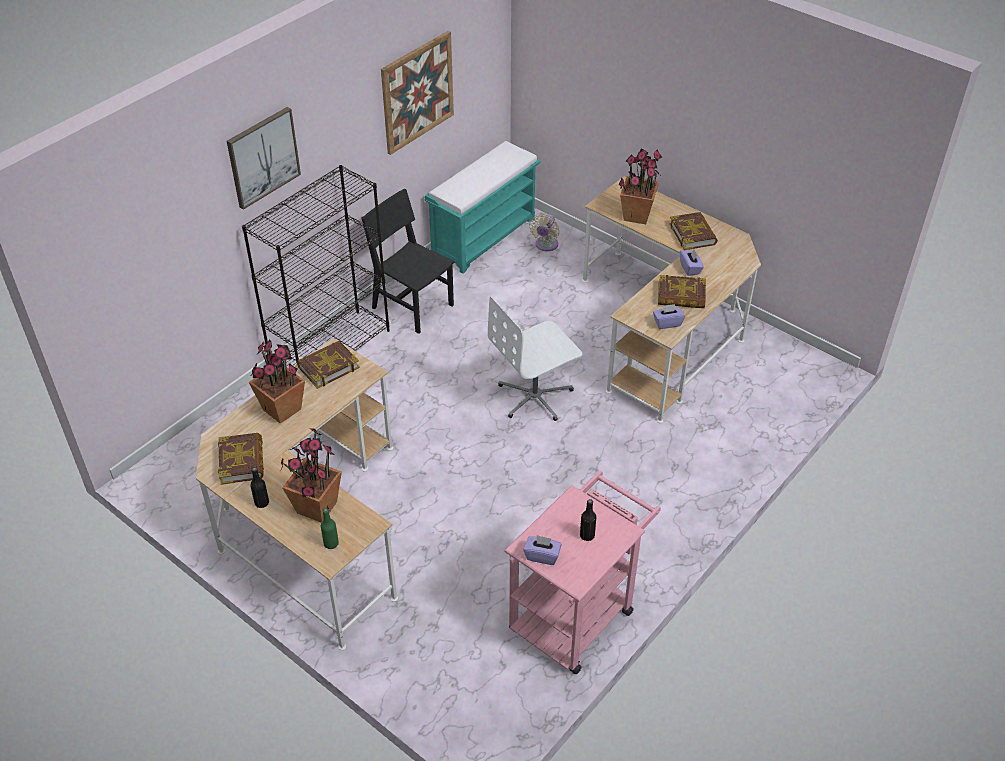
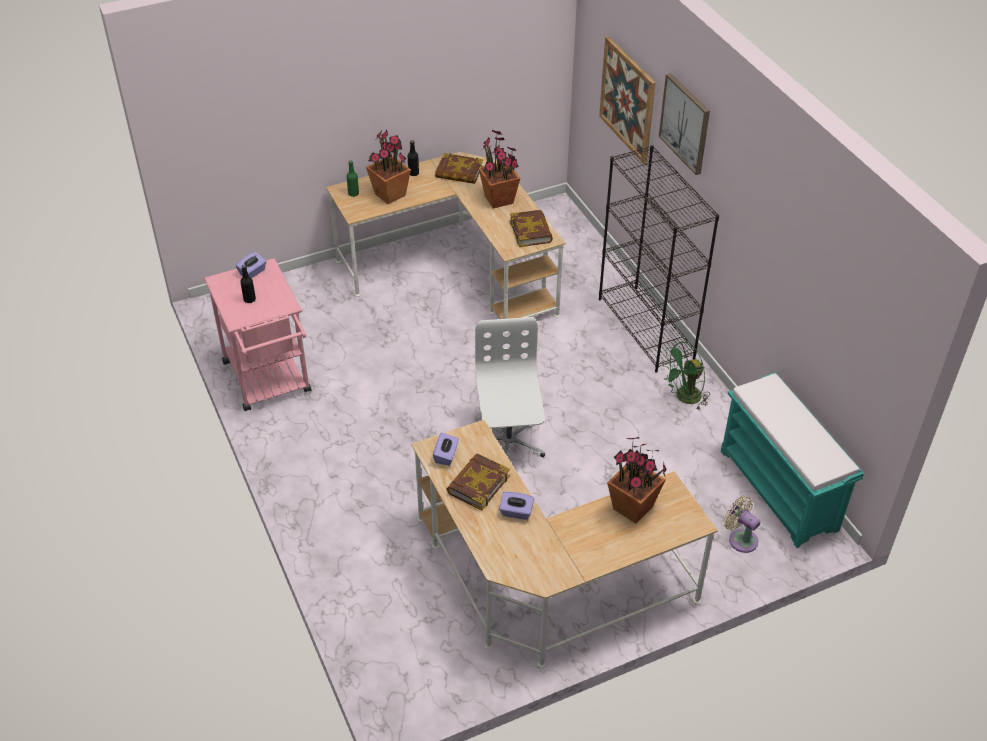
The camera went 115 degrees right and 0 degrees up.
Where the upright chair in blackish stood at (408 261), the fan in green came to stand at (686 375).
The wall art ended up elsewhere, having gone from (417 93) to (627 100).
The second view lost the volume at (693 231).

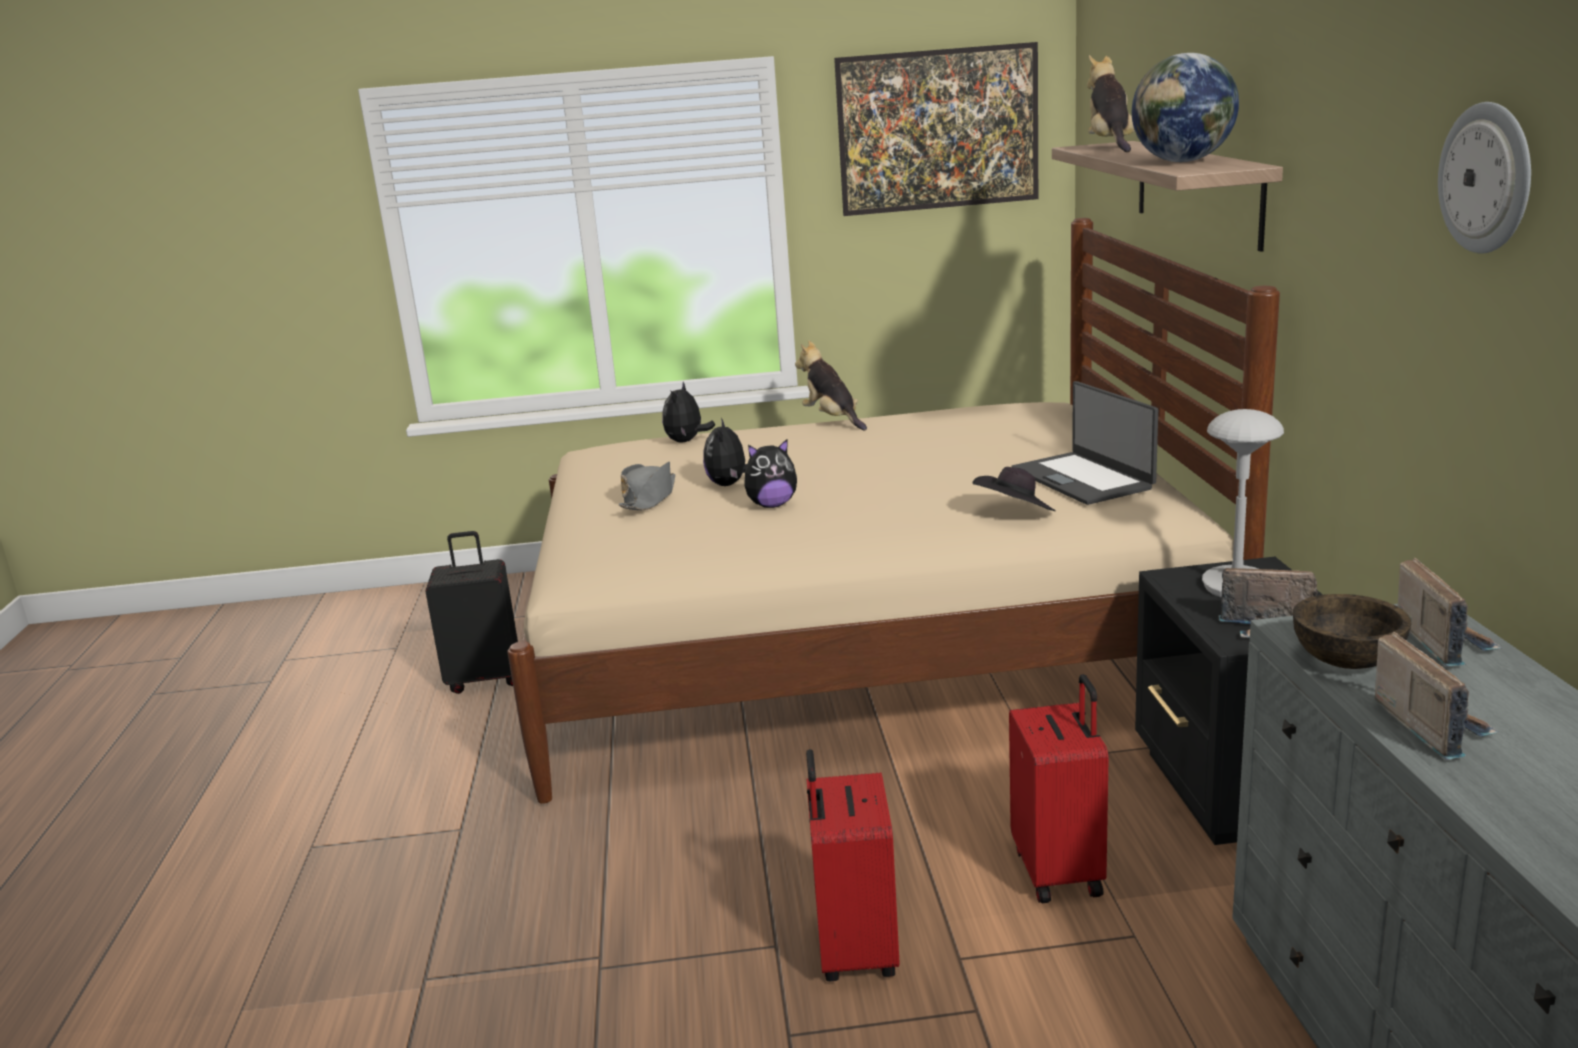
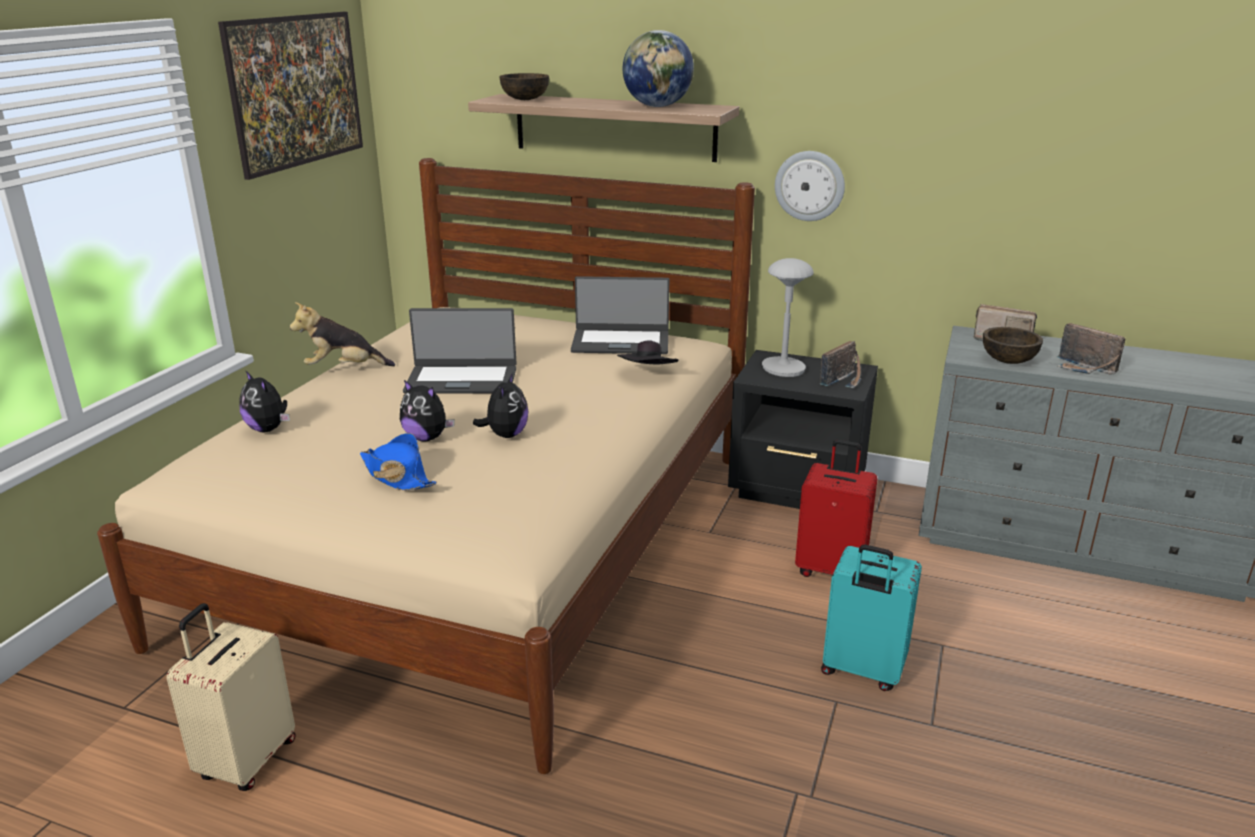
The camera went 65 degrees left and 5 degrees up.
What was the piece of luggage in blackish at (471 612) turned into the piece of luggage in sand-coloured at (231 697).
What was the hat in gray at (647 486) turned into the hat in blue at (398 462).
What was the piece of luggage in reddish at (853 865) turned into the piece of luggage in blue-green at (871 617).
Where the soft toy stood at (1111 103), the bowl in brownish came to stand at (524 86).
The radio receiver at (1436 696) ended up facing another way, 150 degrees counterclockwise from before.
The wall clock ended up elsewhere, having gone from (1484 178) to (810 186).
The second view gained the laptop at (460 351).

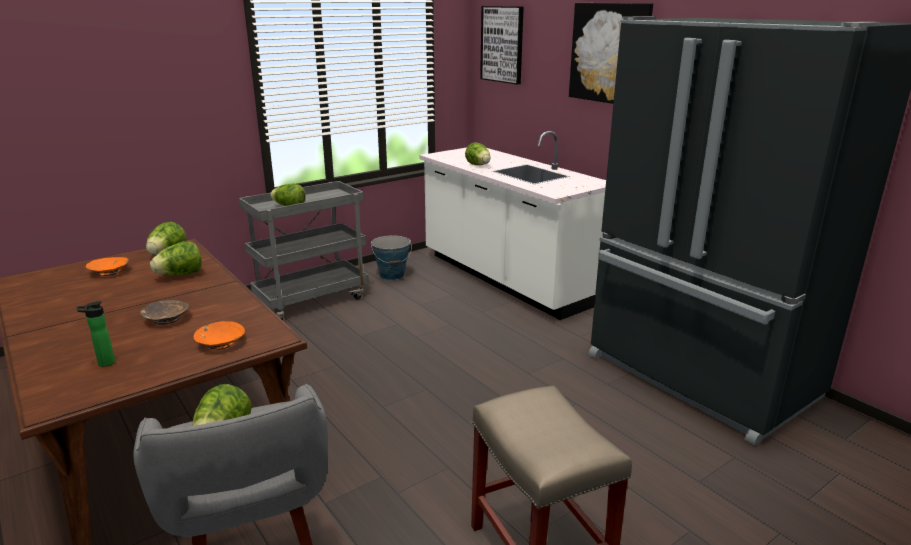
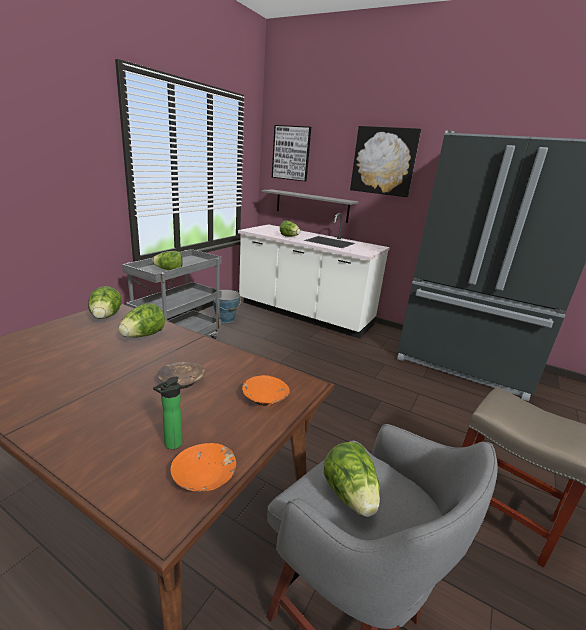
The camera went 25 degrees left and 0 degrees up.
The bowl in orange-coloured ended up elsewhere, having gone from (107 266) to (203 467).
The second view gained the shelf in gray at (310 206).

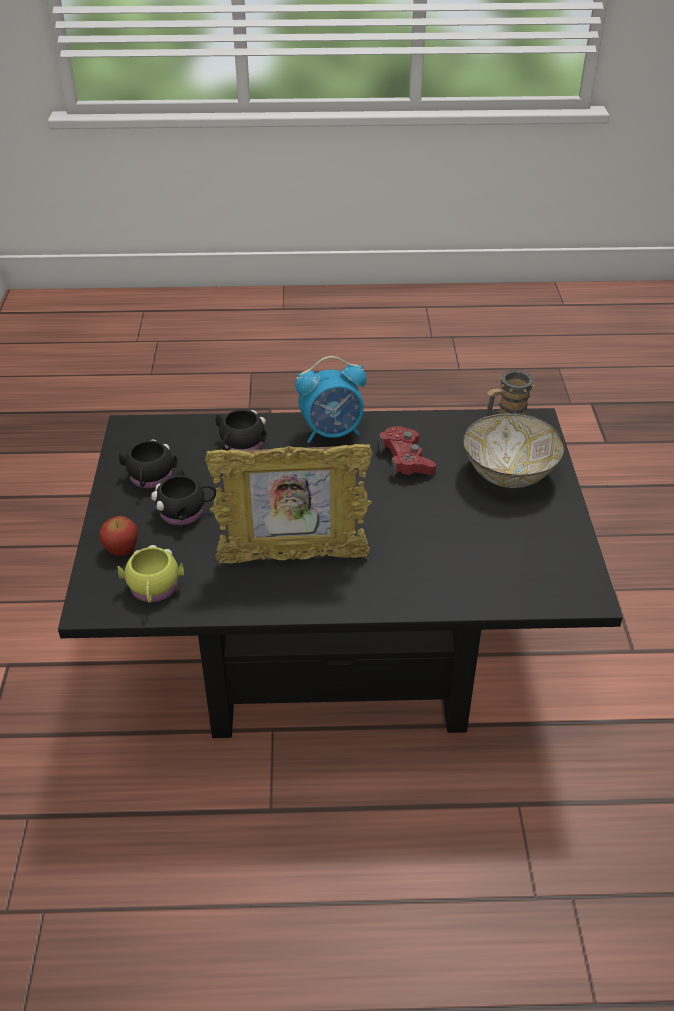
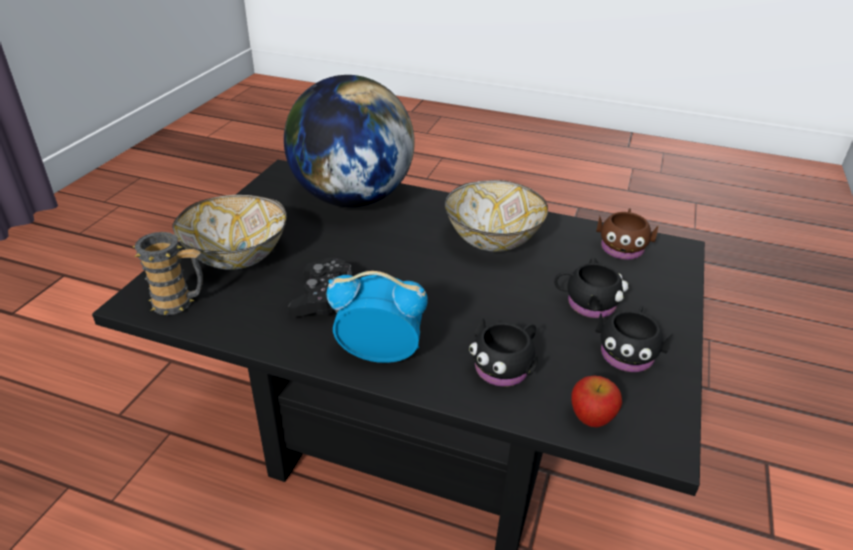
The camera went 160 degrees left and 5 degrees down.
The whole apple ended up elsewhere, having gone from (118 536) to (596 402).
What was the coffee mug in yellowish at (151 574) turned into the coffee mug in brownish at (627 234).
Where the photo frame stood at (288 504), the bowl came to stand at (496 216).
What was the joypad in reddish at (407 451) turned into the joypad in blackish at (320 287).
The second view gained the desk globe at (349 141).

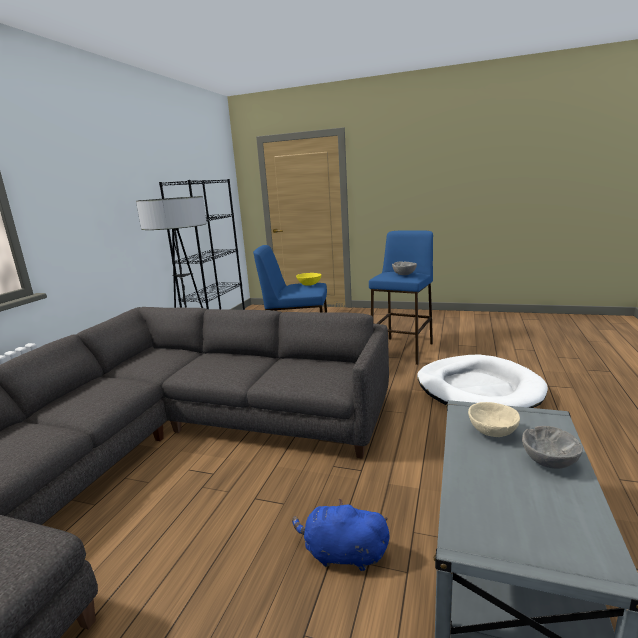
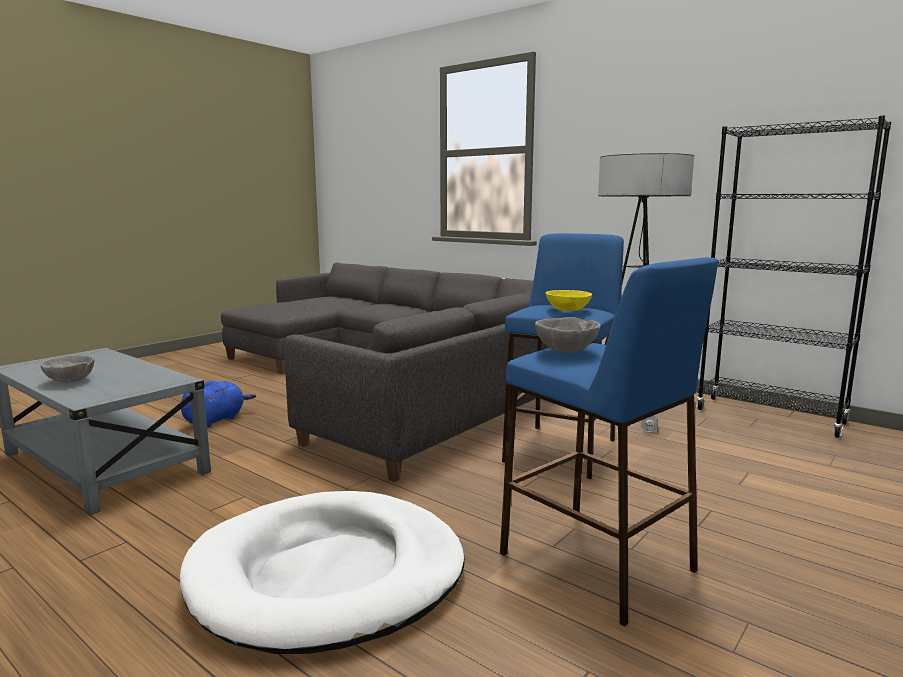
The camera went 110 degrees right and 5 degrees down.
The second view lost the bowl in sand-coloured at (494 419).

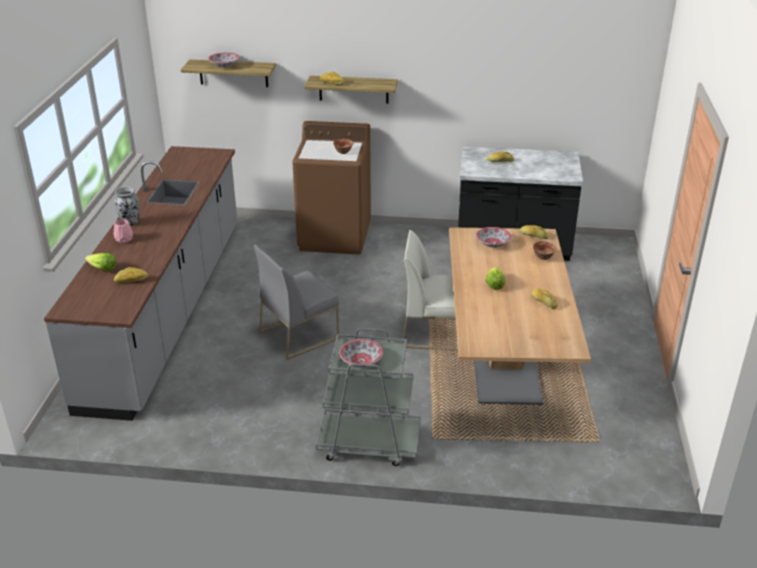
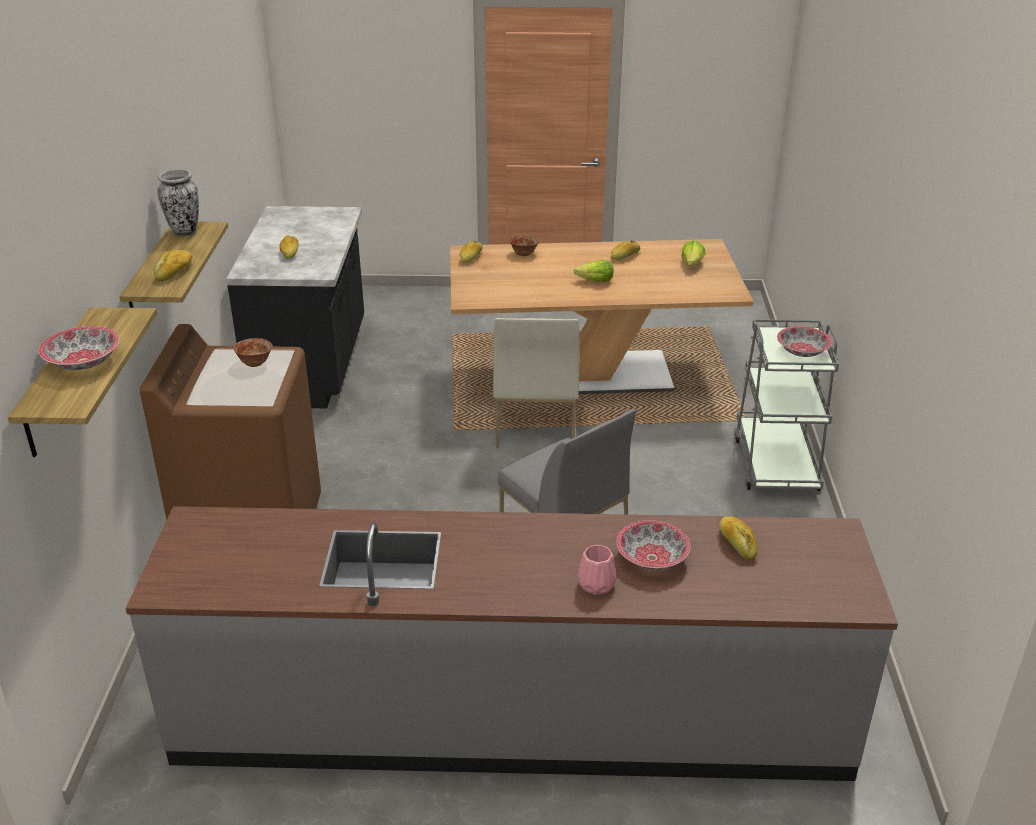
The camera went 95 degrees left and 0 degrees up.
The lettuce head ended up elsewhere, having gone from (100 262) to (693 253).
The flower vase ended up elsewhere, having gone from (126 206) to (178 202).
The bowl ended up elsewhere, having gone from (493 237) to (653 545).

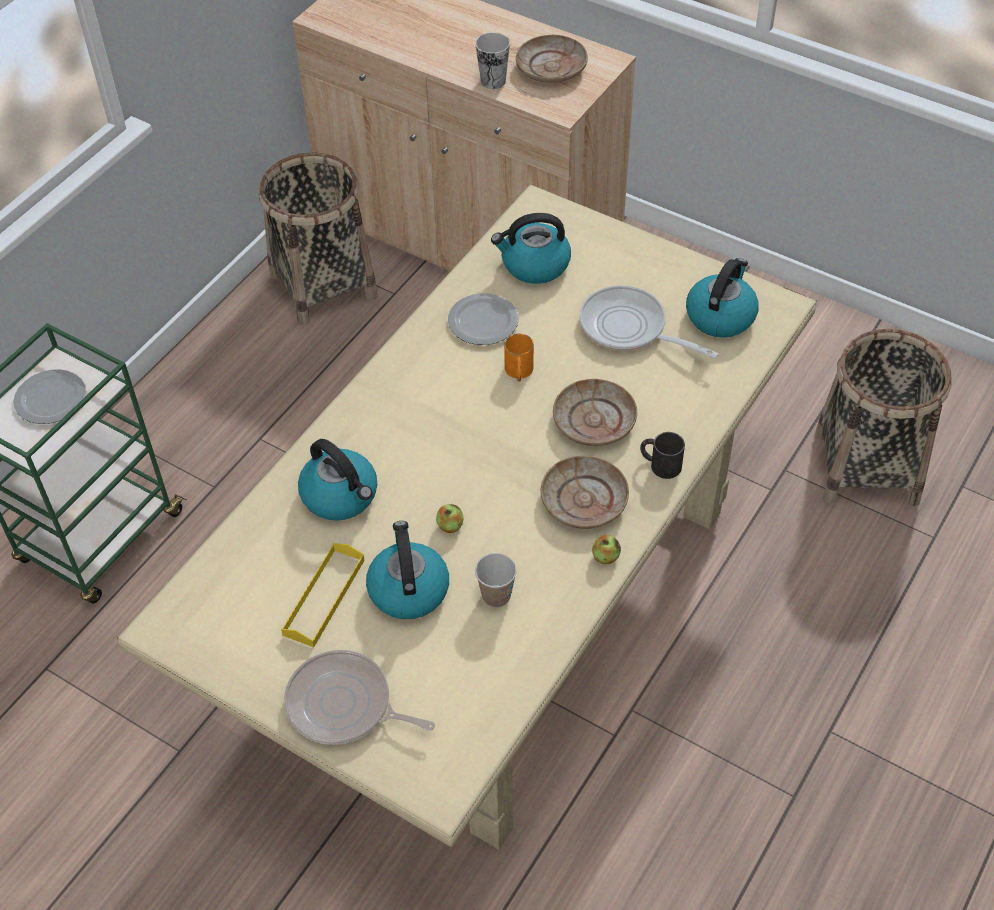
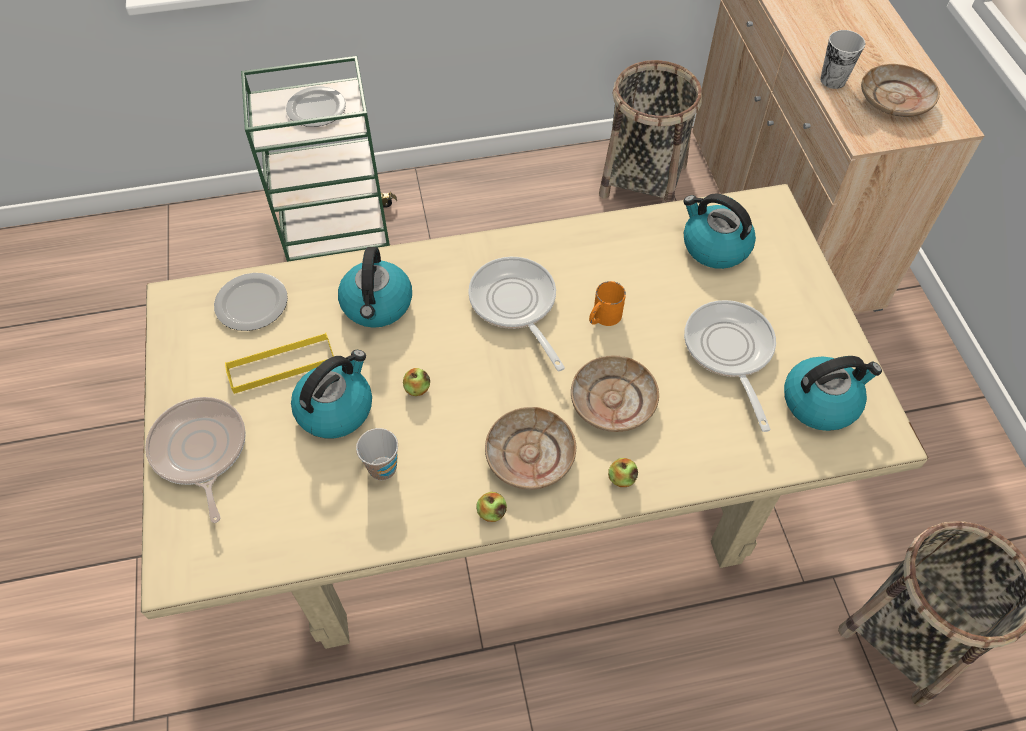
The camera went 45 degrees right and 5 degrees up.
The plate ended up elsewhere, having gone from (483 319) to (251 302).
Where the coffee mug in blackish stood at (662 455), the whole apple came to stand at (623 472).
The second view gained the skillet at (516 314).

